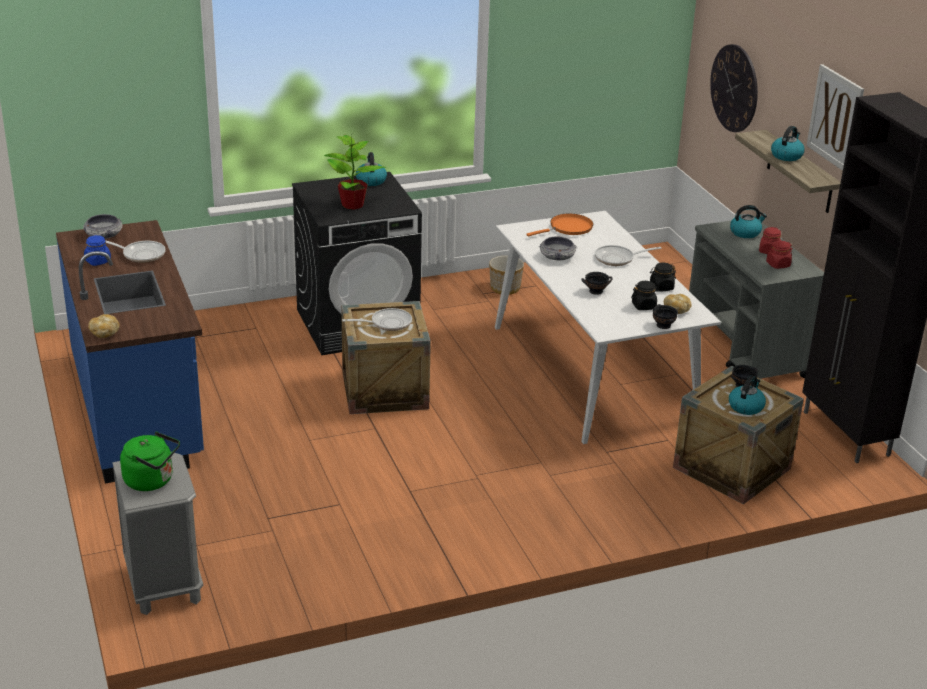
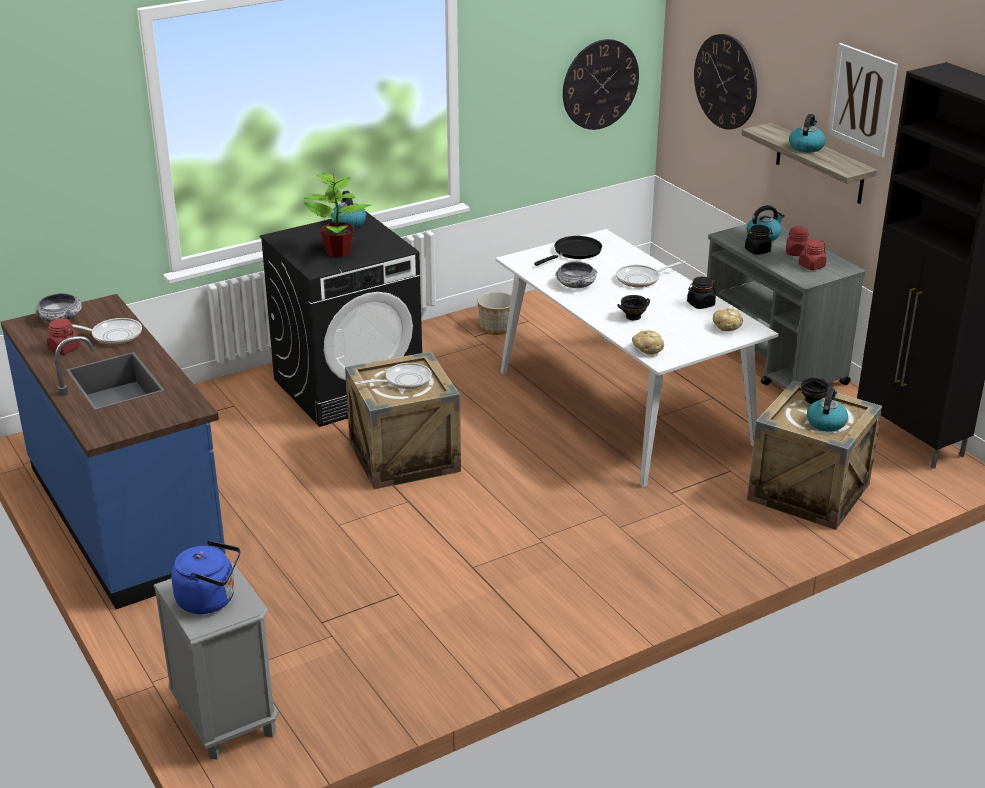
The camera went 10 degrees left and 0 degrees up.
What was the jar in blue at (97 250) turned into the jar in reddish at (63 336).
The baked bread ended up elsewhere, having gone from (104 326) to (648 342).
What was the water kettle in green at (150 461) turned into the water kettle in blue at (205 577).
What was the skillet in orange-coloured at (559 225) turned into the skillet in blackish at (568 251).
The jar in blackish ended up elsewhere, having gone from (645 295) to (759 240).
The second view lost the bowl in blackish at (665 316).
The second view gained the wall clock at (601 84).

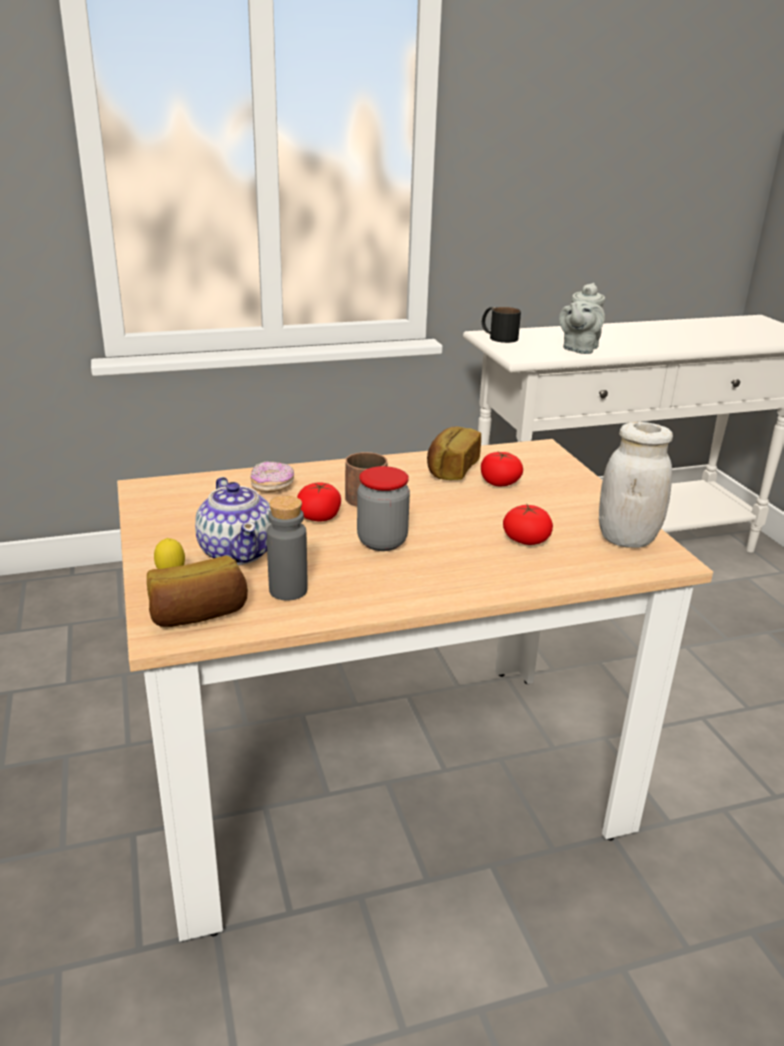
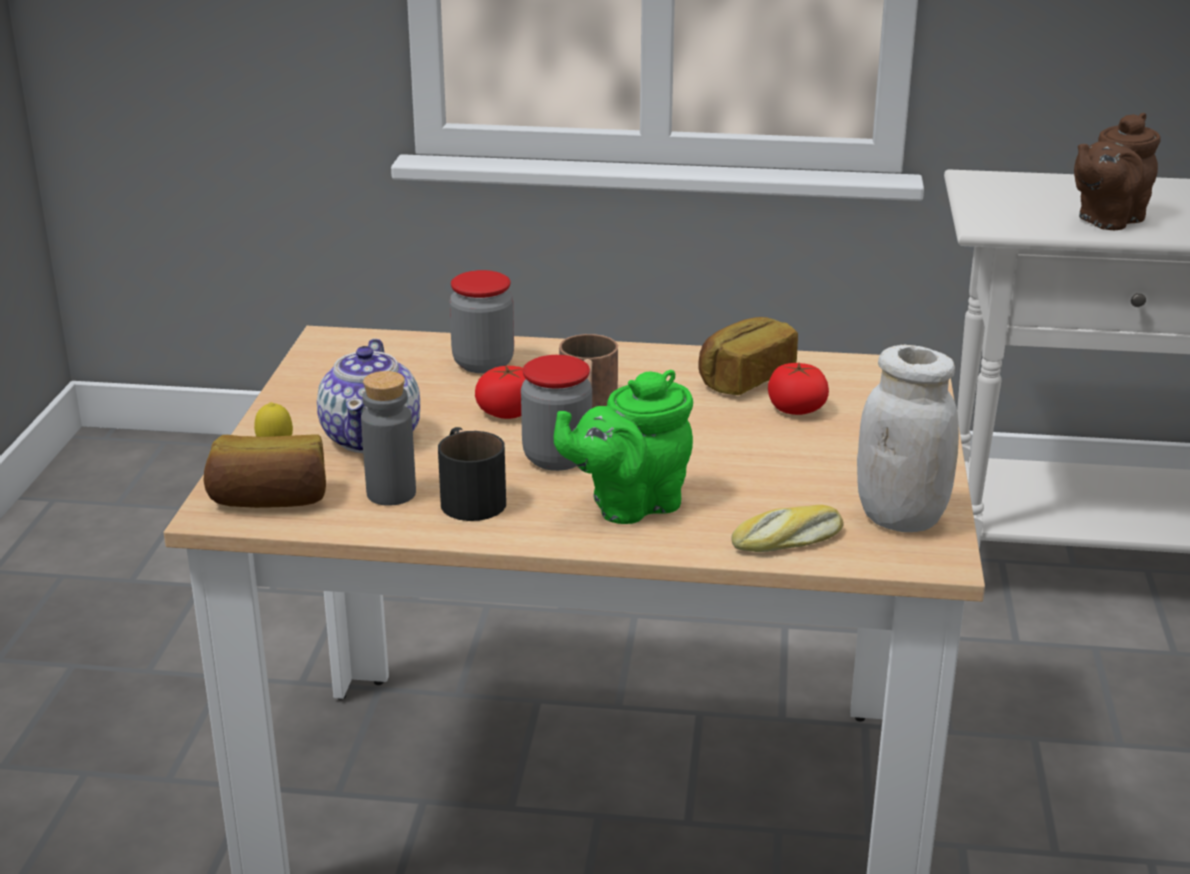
The camera went 25 degrees right and 0 degrees up.
Where the doughnut stood at (272 477), the jar came to stand at (481 321).
The coffee mug in blackish ended up elsewhere, having gone from (501 325) to (472 474).
The second view lost the tomato at (528 524).
What was the pot for tea in gray at (582 318) turned into the pot for tea in brownish at (1117 171).
The second view gained the pot for tea in green at (623 447).
The second view gained the baked bread at (788 528).

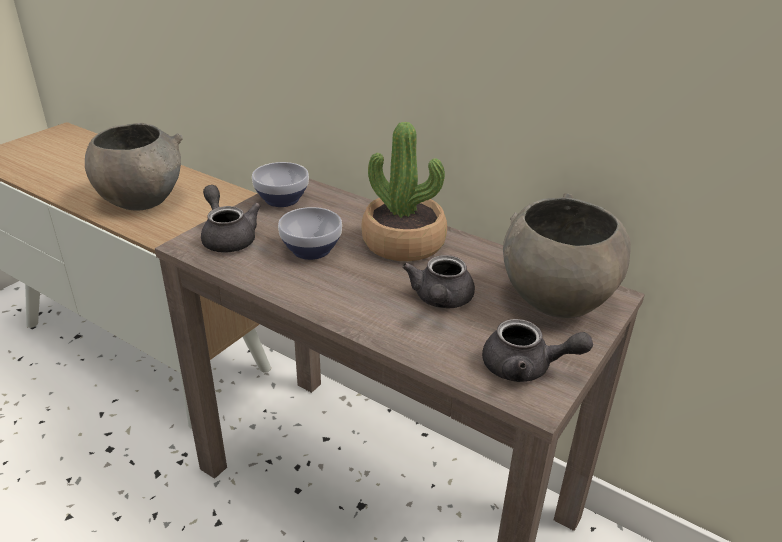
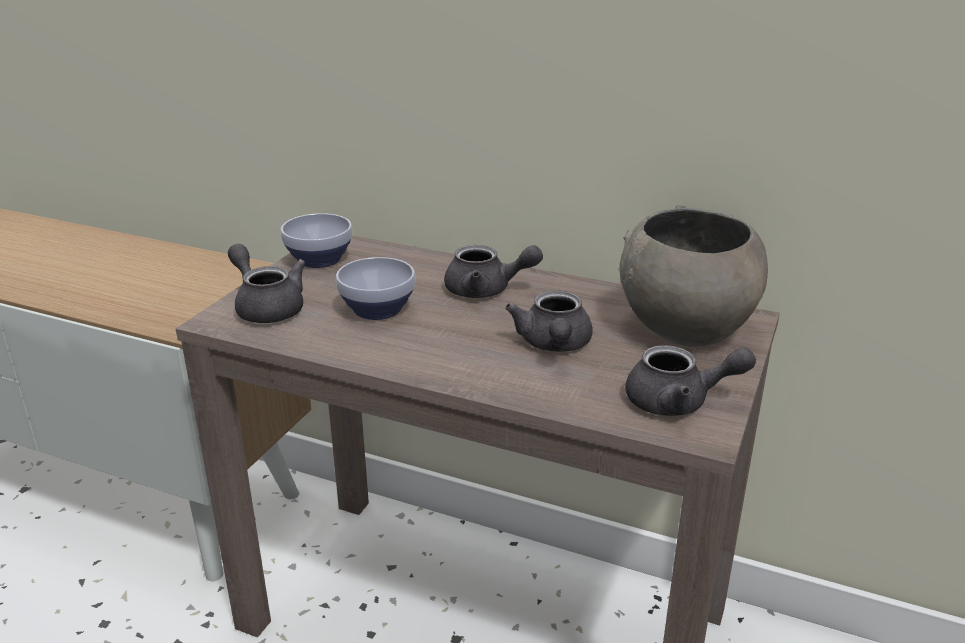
The camera went 10 degrees left and 5 degrees down.
The second view lost the bowl in gray at (134 167).
Where the houseplant stood at (404 191), the pot for tea in gray came to stand at (493 271).

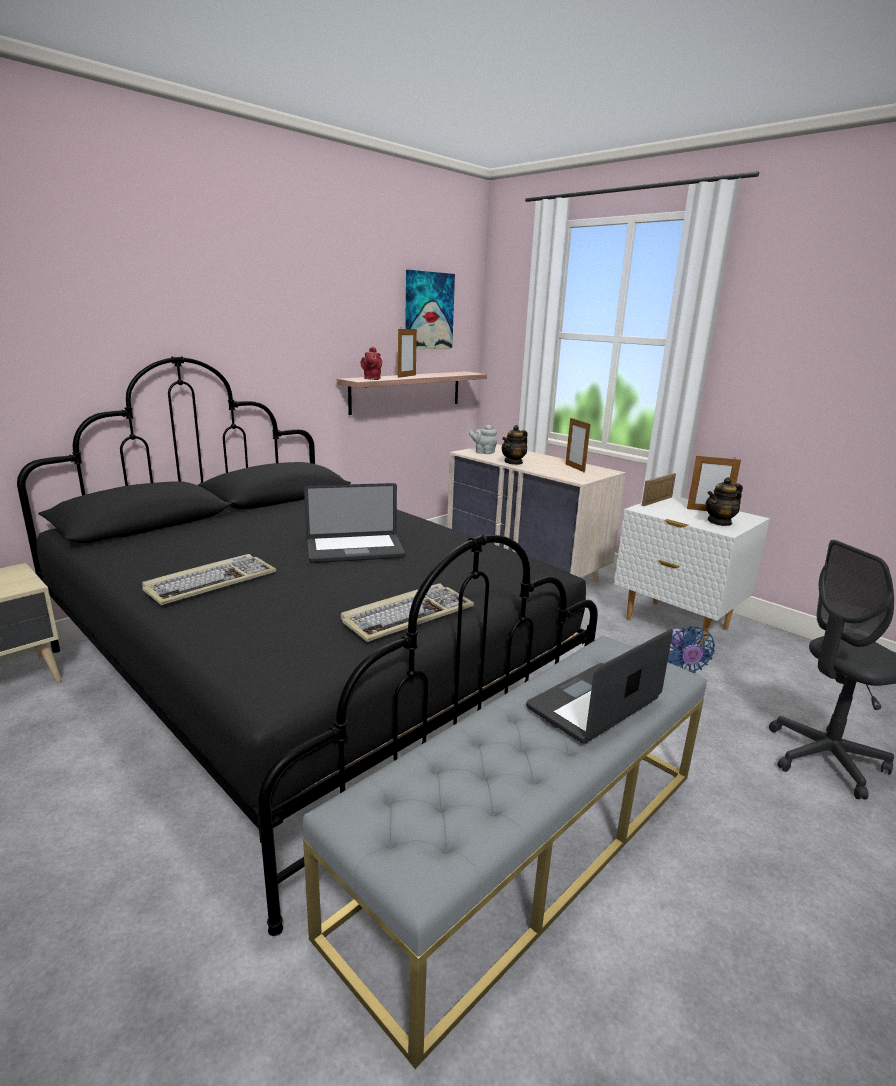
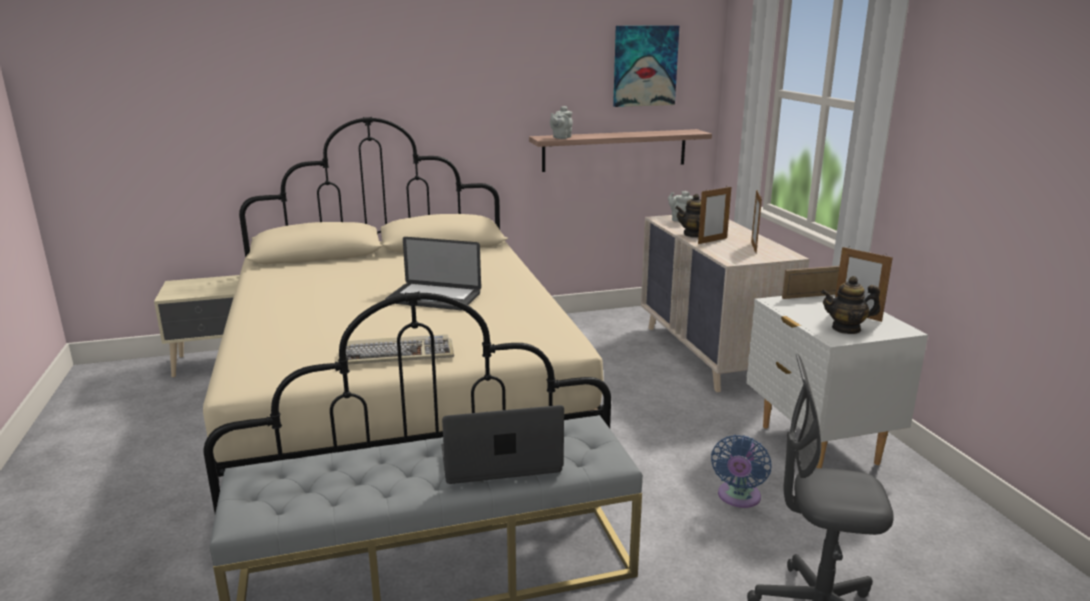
The camera went 30 degrees right and 0 degrees up.
What was the sleeping bed in blackish at (307 646) turned into the sleeping bed in sand-coloured at (407 315).
The second view lost the computer keyboard at (209 579).
What was the pot for tea in reddish at (371 363) turned into the pot for tea in gray at (561 122).
The photo frame ended up elsewhere, having gone from (407 353) to (715 215).

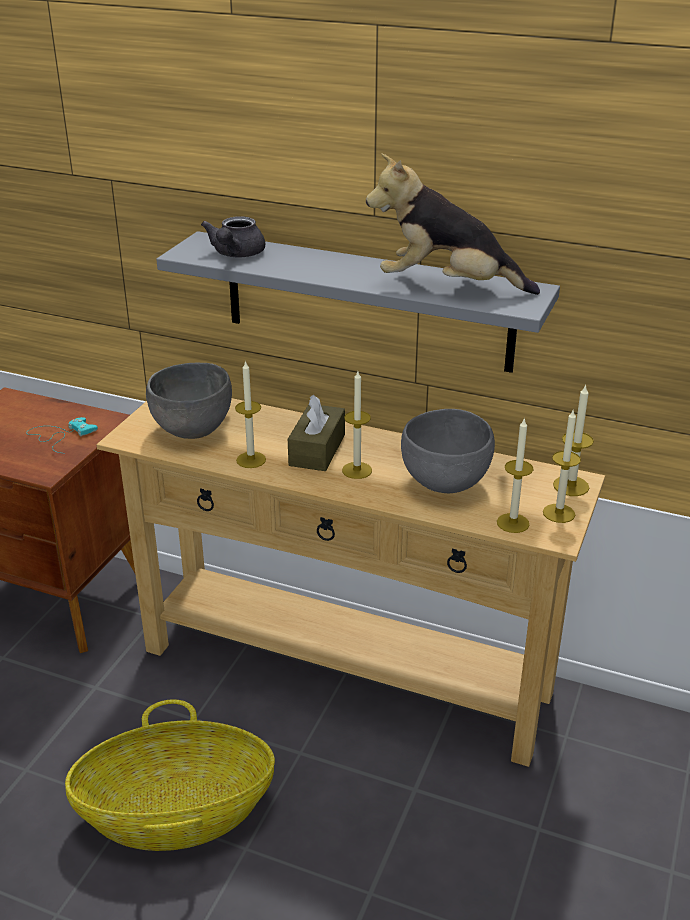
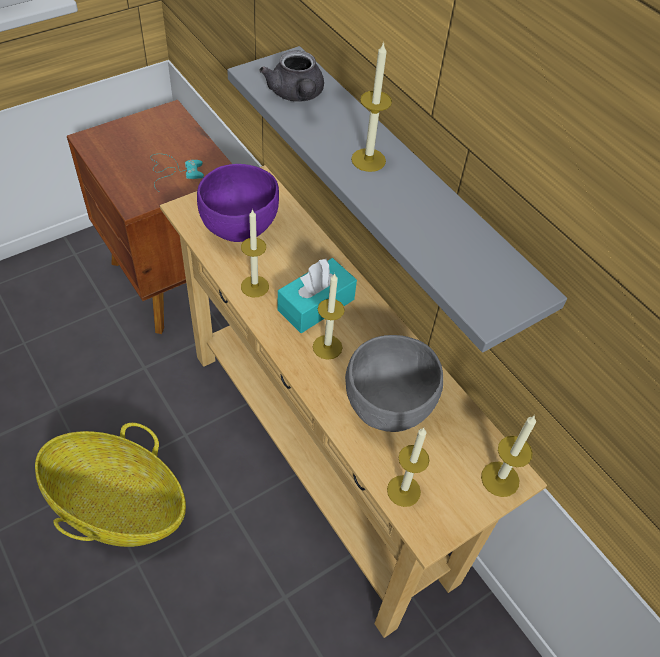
The camera went 30 degrees right and 20 degrees up.
What was the bowl in gray at (189 401) turned into the bowl in purple at (238 203).
The pot for tea in gray at (233 236) ended up facing another way, 60 degrees counterclockwise from before.
What was the tissue box in brownish at (316 433) turned into the tissue box in blue-green at (317 295).
The second view lost the soft toy at (453 224).
The wax light ended up elsewhere, having gone from (562 466) to (371 106).

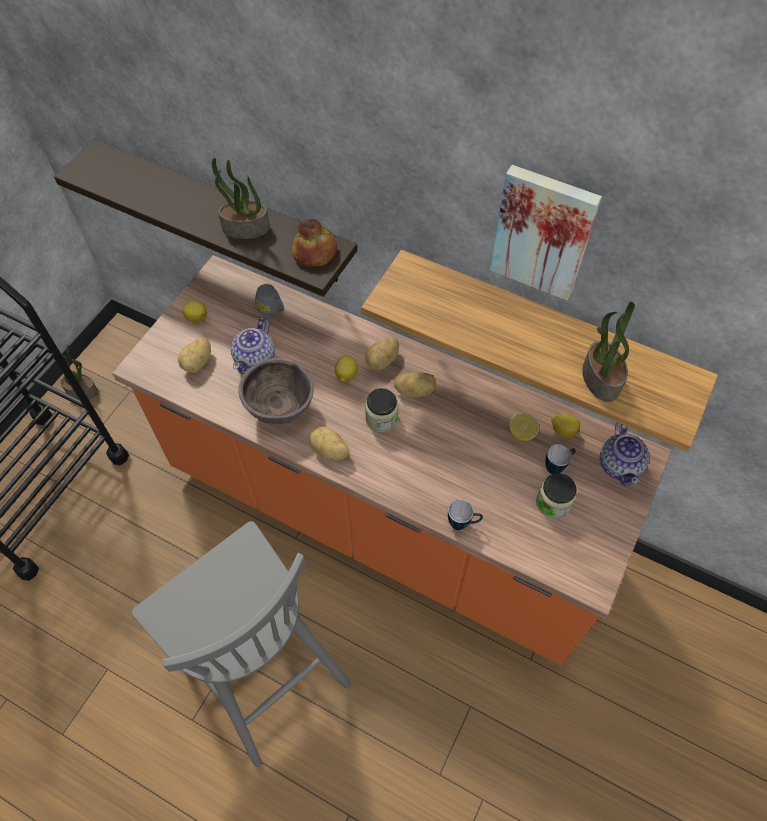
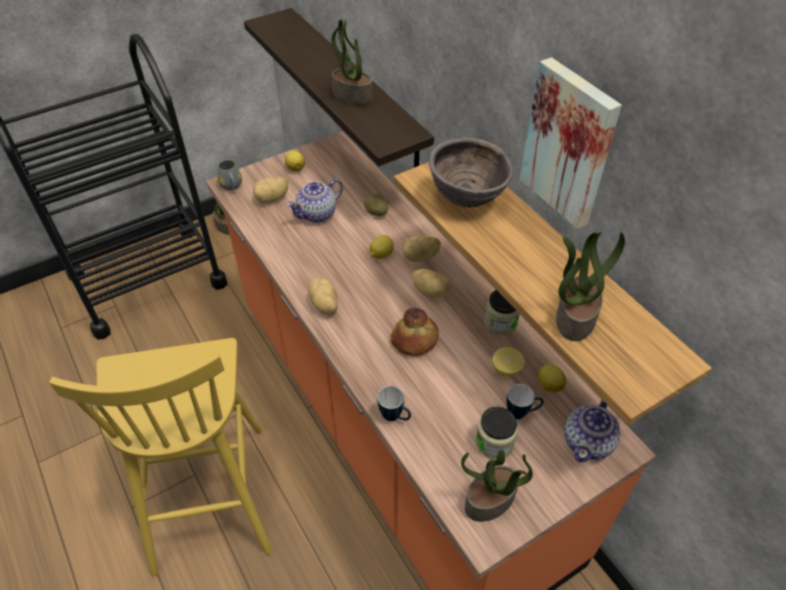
The camera went 30 degrees right and 10 degrees down.
What was the sitting stool in gray at (241 644) turned into the sitting stool in yellowish at (160 457).
The bowl in brownish ended up elsewhere, having gone from (276 391) to (471 173).
The coffee mug in gray ended up elsewhere, having gone from (269 300) to (229 175).
The baked bread ended up elsewhere, having gone from (314 243) to (414 332).
The jar ended up elsewhere, having gone from (382 410) to (502 312).
The second view gained the potato at (376 205).
The second view gained the houseplant at (497 485).

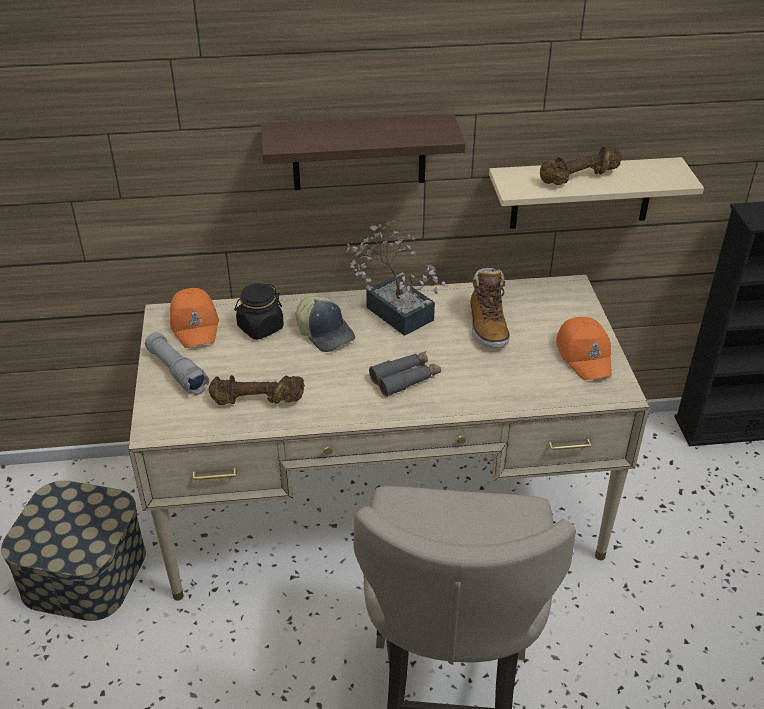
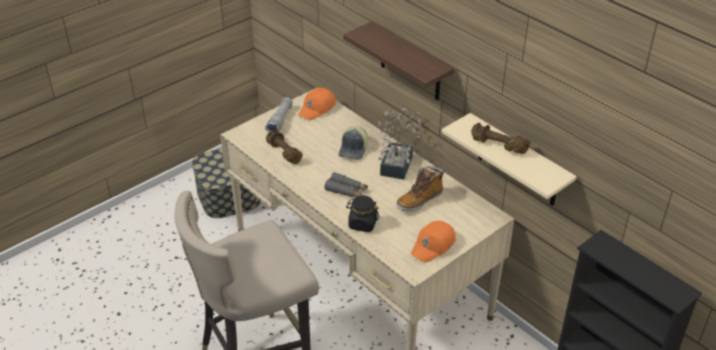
The camera went 55 degrees right and 0 degrees up.
The jar in blackish ended up elsewhere, having gone from (259 311) to (362 213).

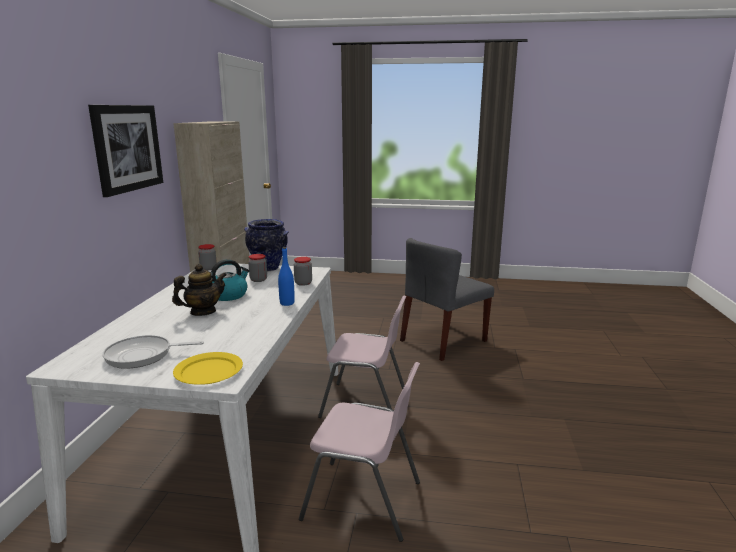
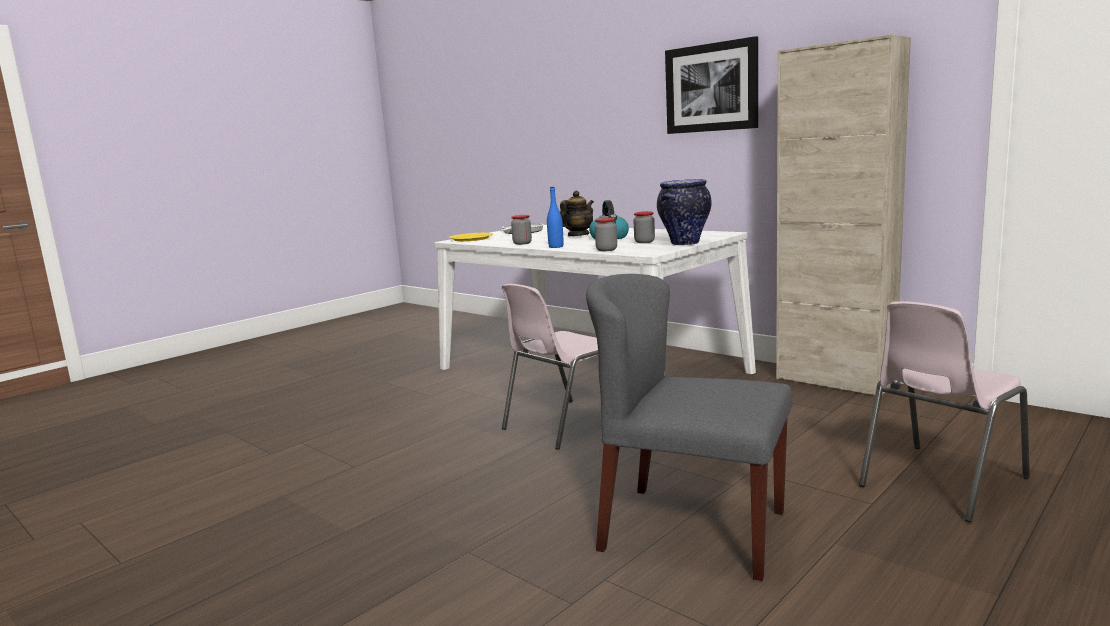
The camera went 125 degrees right and 5 degrees down.
The pot for tea at (199 290) ended up facing another way, 135 degrees counterclockwise from before.
The jar ended up elsewhere, having gone from (207 257) to (521 230).
The upright chair in pink-coloured ended up elsewhere, having gone from (359 452) to (944 411).
The upright chair in gray at (447 299) ended up facing another way, 60 degrees counterclockwise from before.

